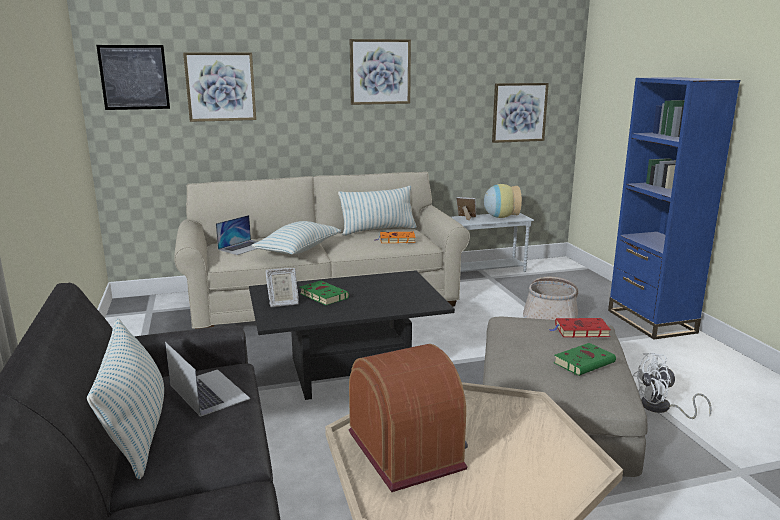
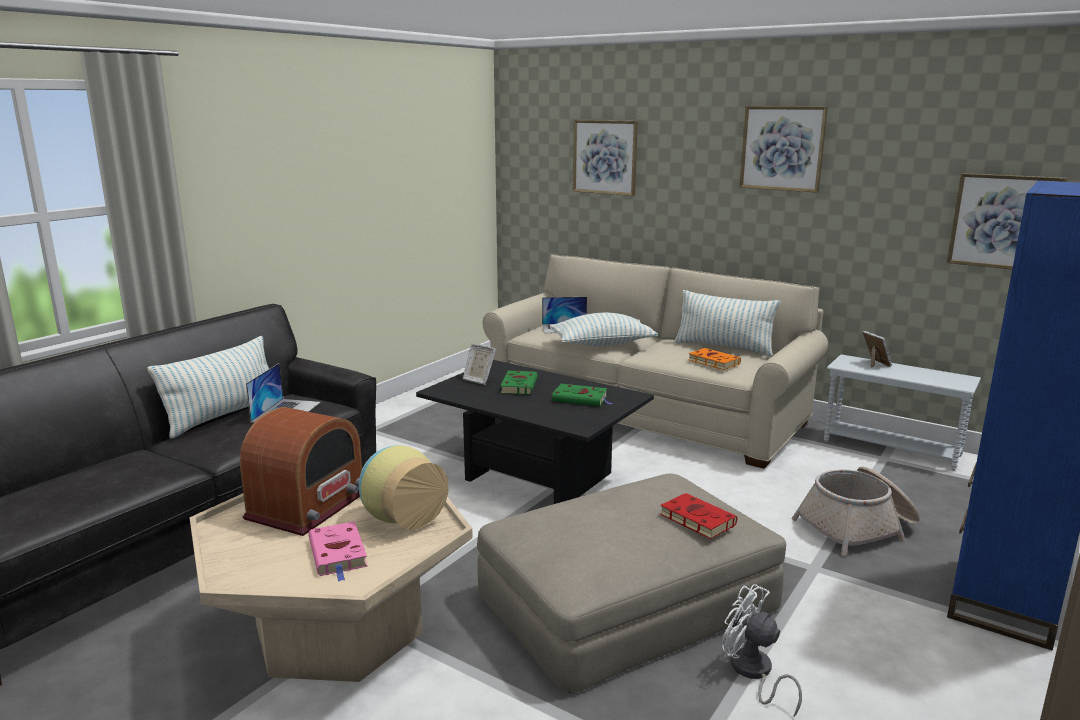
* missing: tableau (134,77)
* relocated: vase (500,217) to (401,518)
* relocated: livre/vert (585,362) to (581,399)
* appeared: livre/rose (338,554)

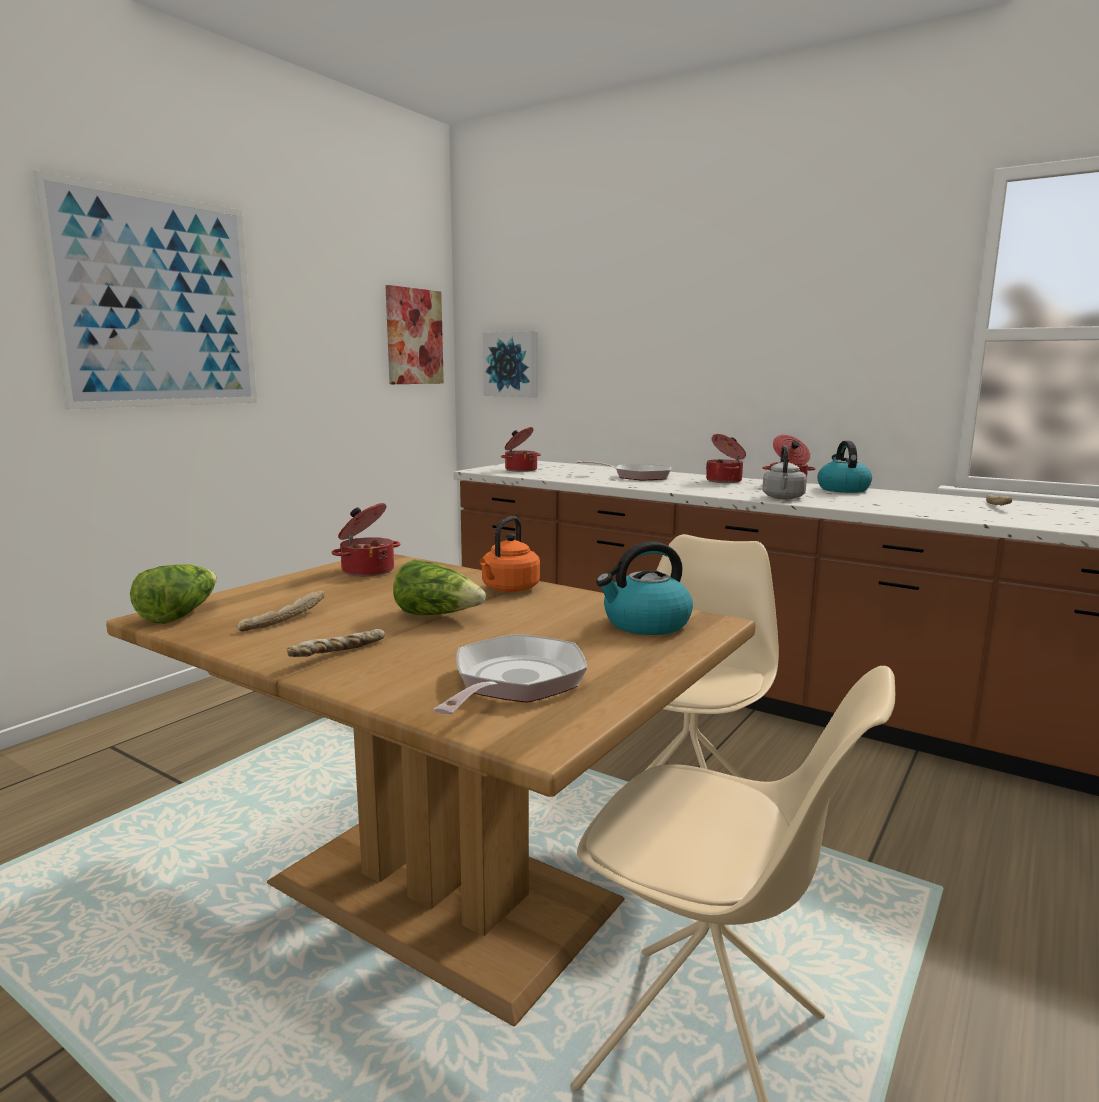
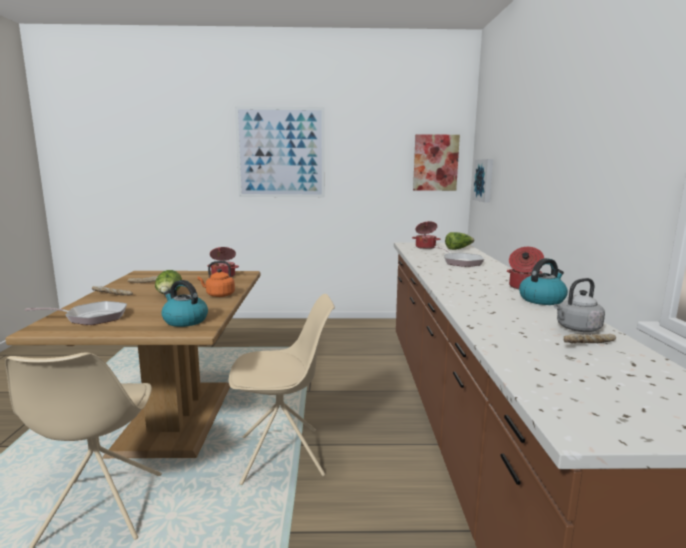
* relocated: laitue (179,614) to (458,249)
* missing: marmite (725,481)
* relocated: bouilloire/gris (783,498) to (576,329)

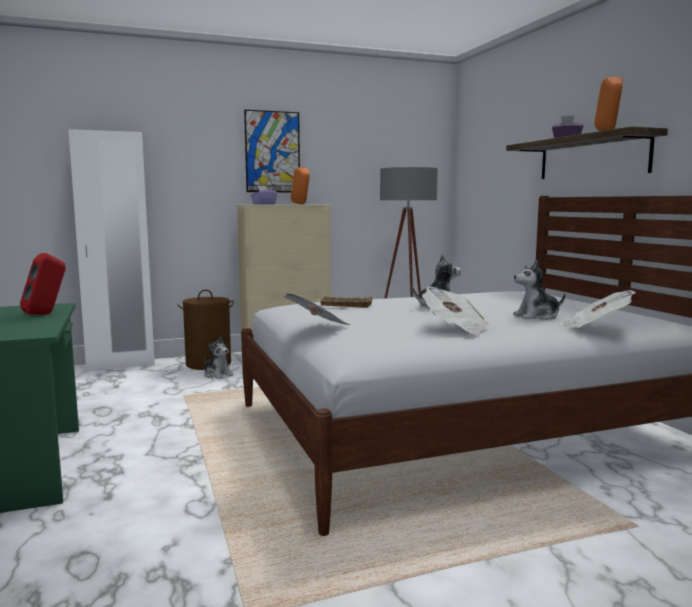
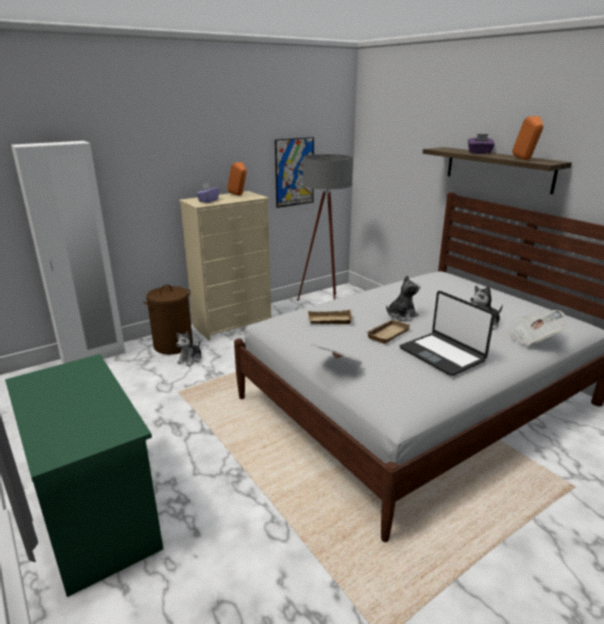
* missing: enceinte/rouge (46,314)
* spun: peluche (217,375) = (190,359) 90 degrees clockwise
* relocated: tableau (272,152) to (294,172)
* exchanged: journal (455,328) to ordinateur portable (442,354)
* appeared: plateau/beige (387,333)

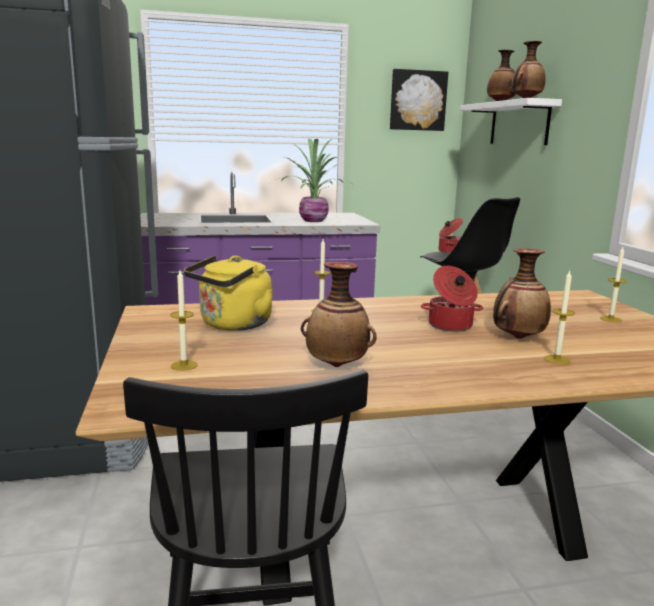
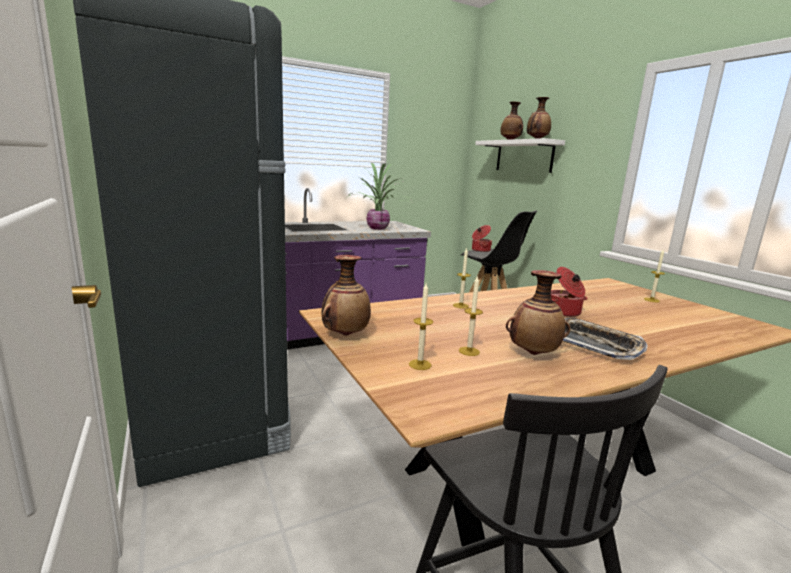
* missing: bouilloire/jaune (232,325)
* missing: tableau (417,100)
* relocated: vase (517,337) to (345,334)
* relocated: bougie (557,359) to (469,351)
* appeared: plateau (593,344)

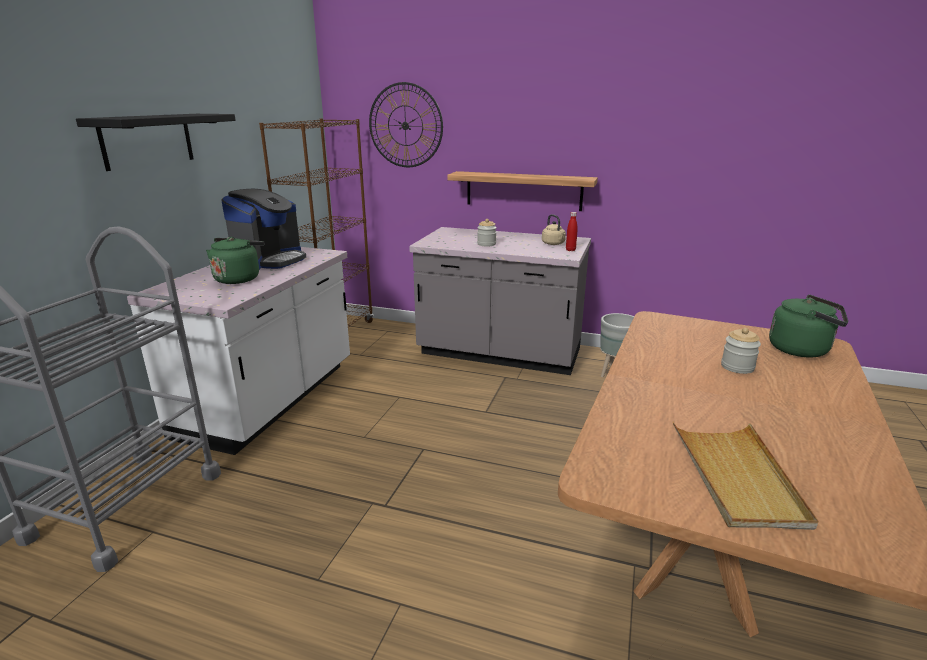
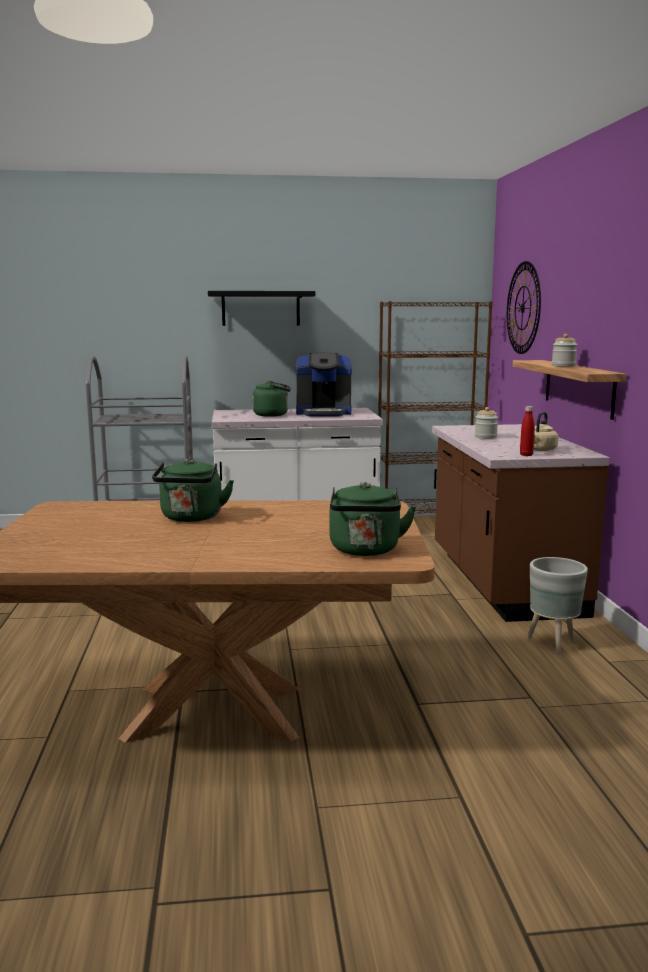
* colour: comptoir de cuisine/gris (499,353) to comptoir de cuisine/marron (502,583)
* missing: plateau/beige (736,477)
* relocated: bocal (737,367) to (563,366)
* appeared: bouilloire/vert (191,518)

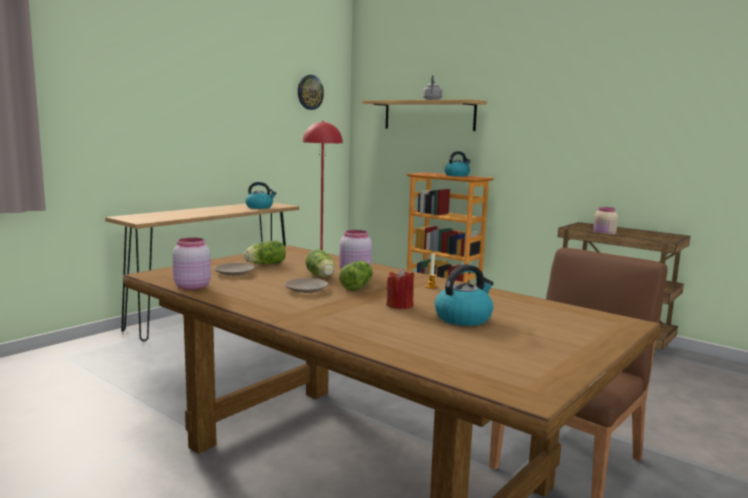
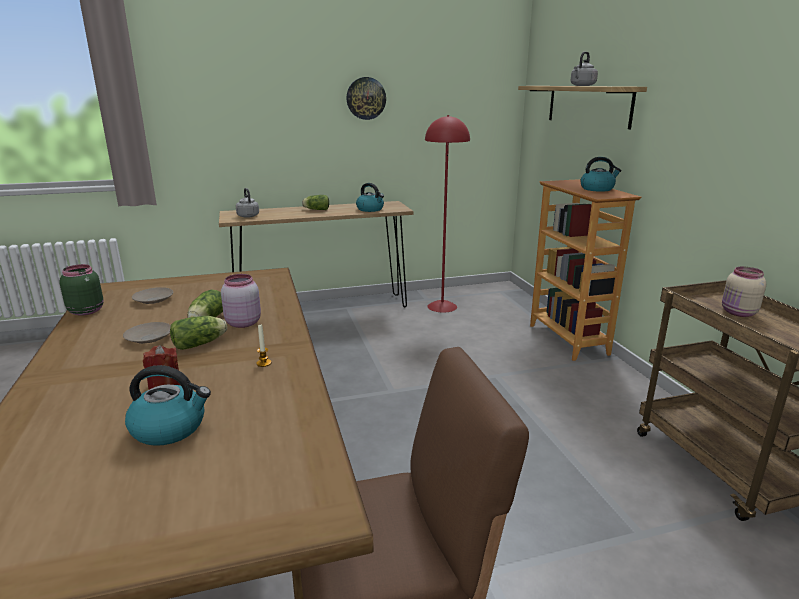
* colour: bocal/rose (191,287) to bocal/vert (86,311)
* relocated: laitue (264,264) to (315,209)
* relocated: horloge murale (310,92) to (366,98)
* appeared: bouilloire/gris (247,216)

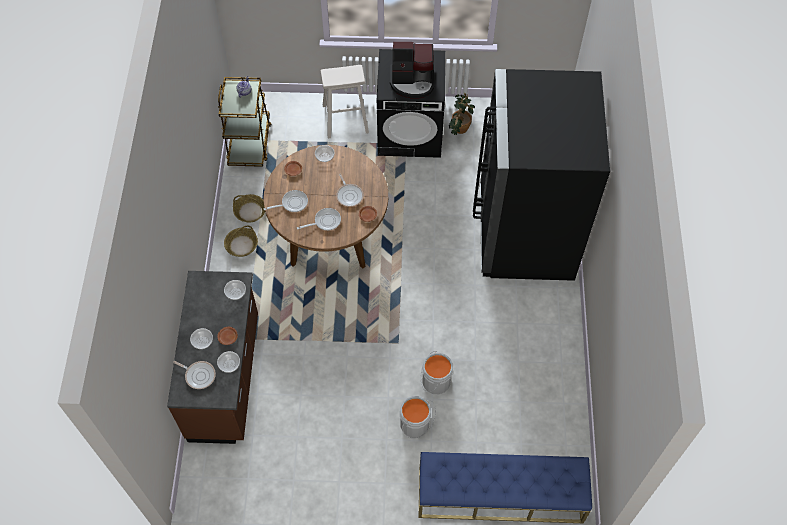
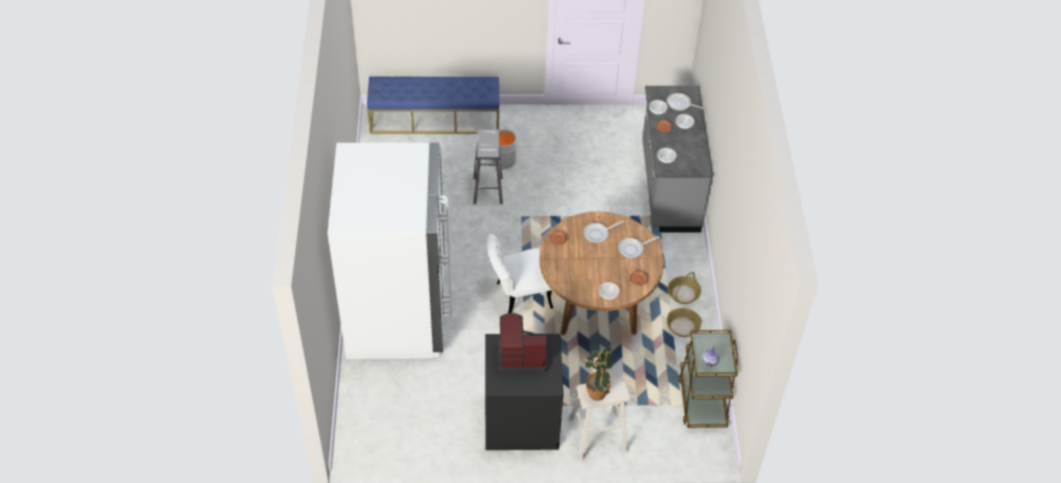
* colour: comptoir de cuisine/marron (226,378) to comptoir de cuisine/gris (669,187)
* missing: poêle (349,195)
* exchanged: seau/gris (434,381) to tabouret/blanc (487,189)
* relocated: plante en pot (458,131) to (599,390)
* colour: réfrigérateur/noir (525,233) to réfrigérateur/blanc (396,314)
* appeared: chaise/blanc (517,296)

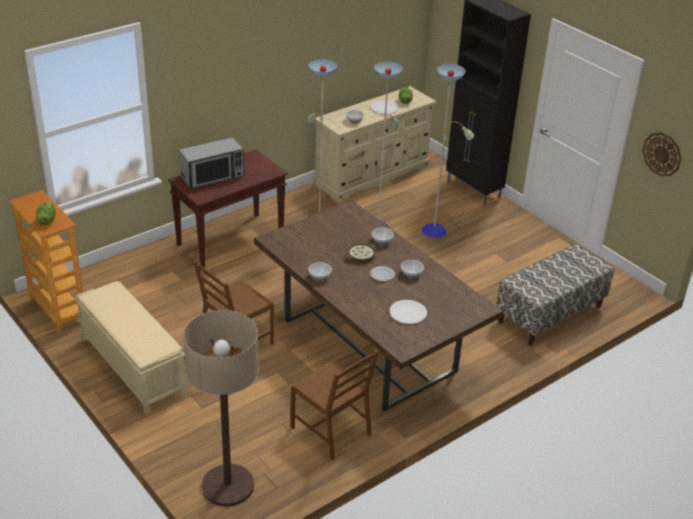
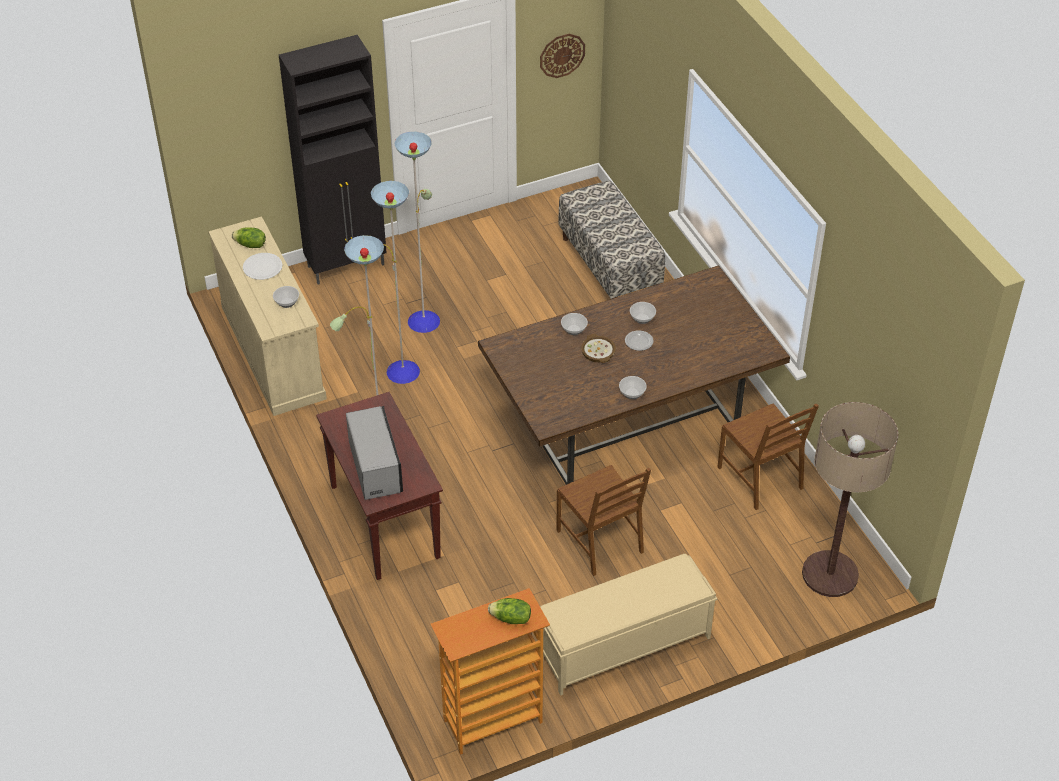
* spun: chaise/marron (332,431) = (761,477) 90 degrees clockwise
* missing: assiette/blanc (408,313)

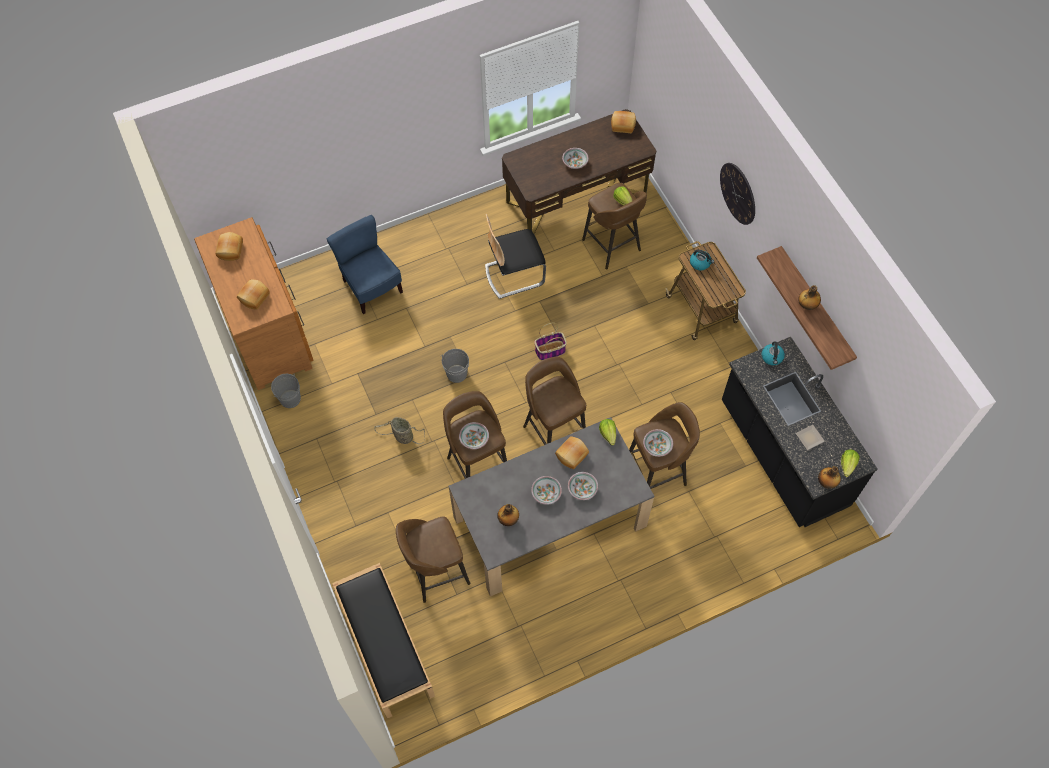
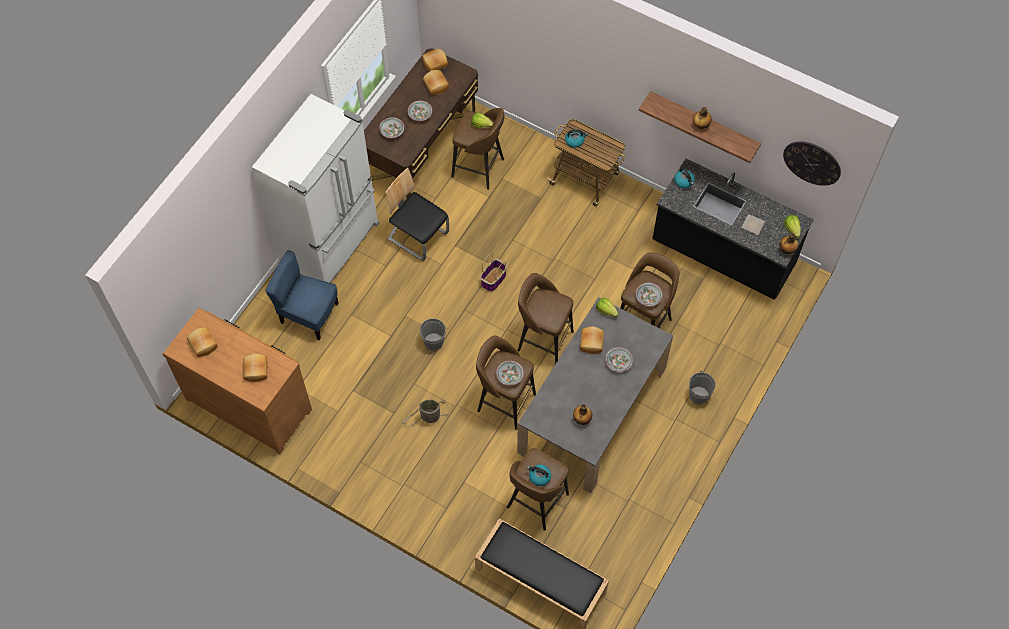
* relocated: seau/gris (290,399) to (698,395)
* spun: chaise (514,274) = (418,236) 90 degrees clockwise
* relocated: bol (546,493) to (392,131)
* relocated: horloge murale (738,193) to (812,163)
* appeared: réfrigérateur/blanc (332,244)
* appeared: pain (435,86)
* appeared: bouilloire (539,477)

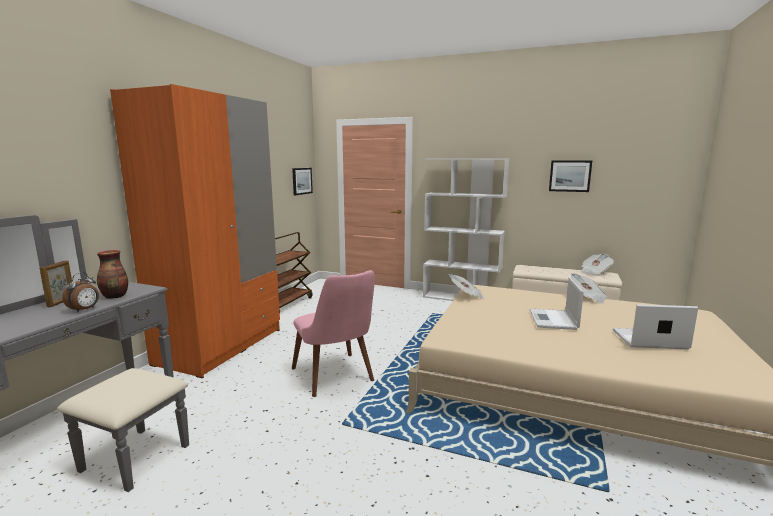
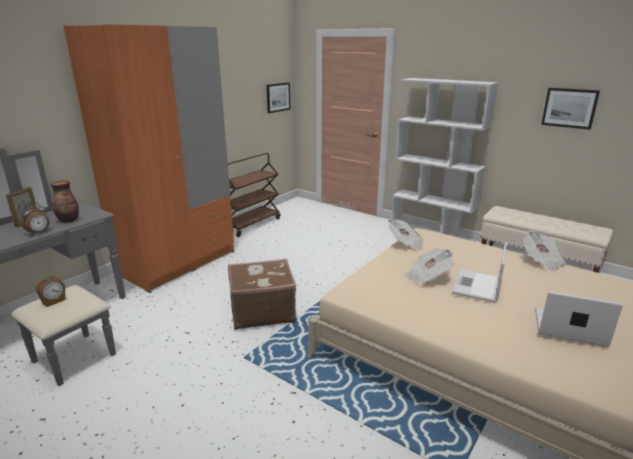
* exchanged: chaise/rose (337,379) to valise/marron (261,311)
* relocated: journal (594,272) to (427,277)
* appeared: réveil (54,301)

